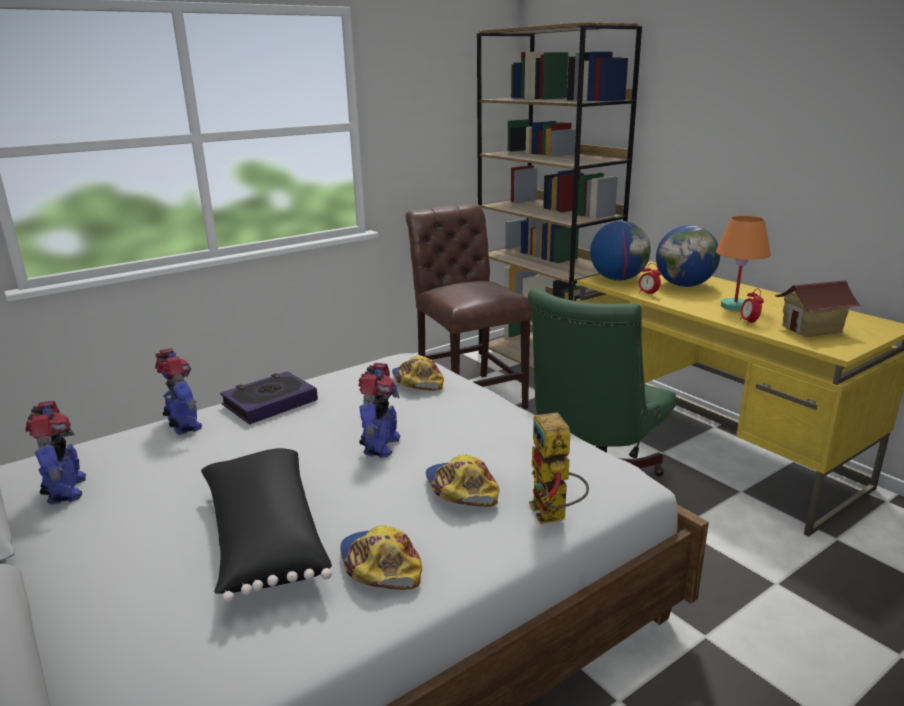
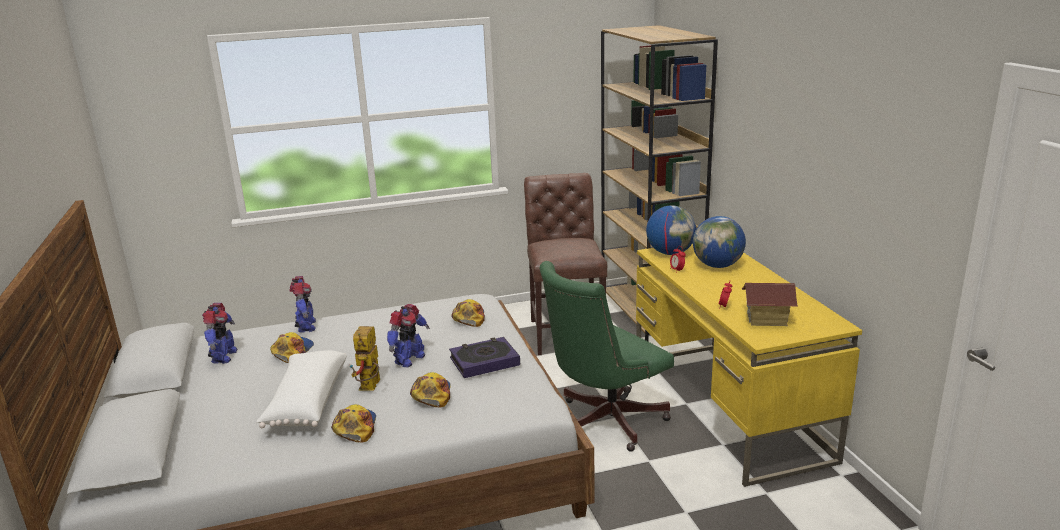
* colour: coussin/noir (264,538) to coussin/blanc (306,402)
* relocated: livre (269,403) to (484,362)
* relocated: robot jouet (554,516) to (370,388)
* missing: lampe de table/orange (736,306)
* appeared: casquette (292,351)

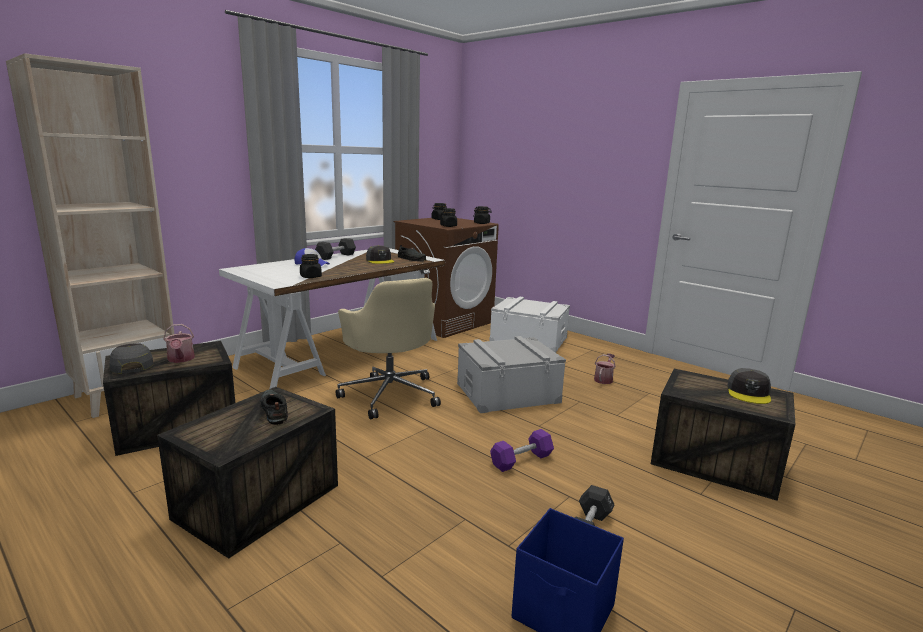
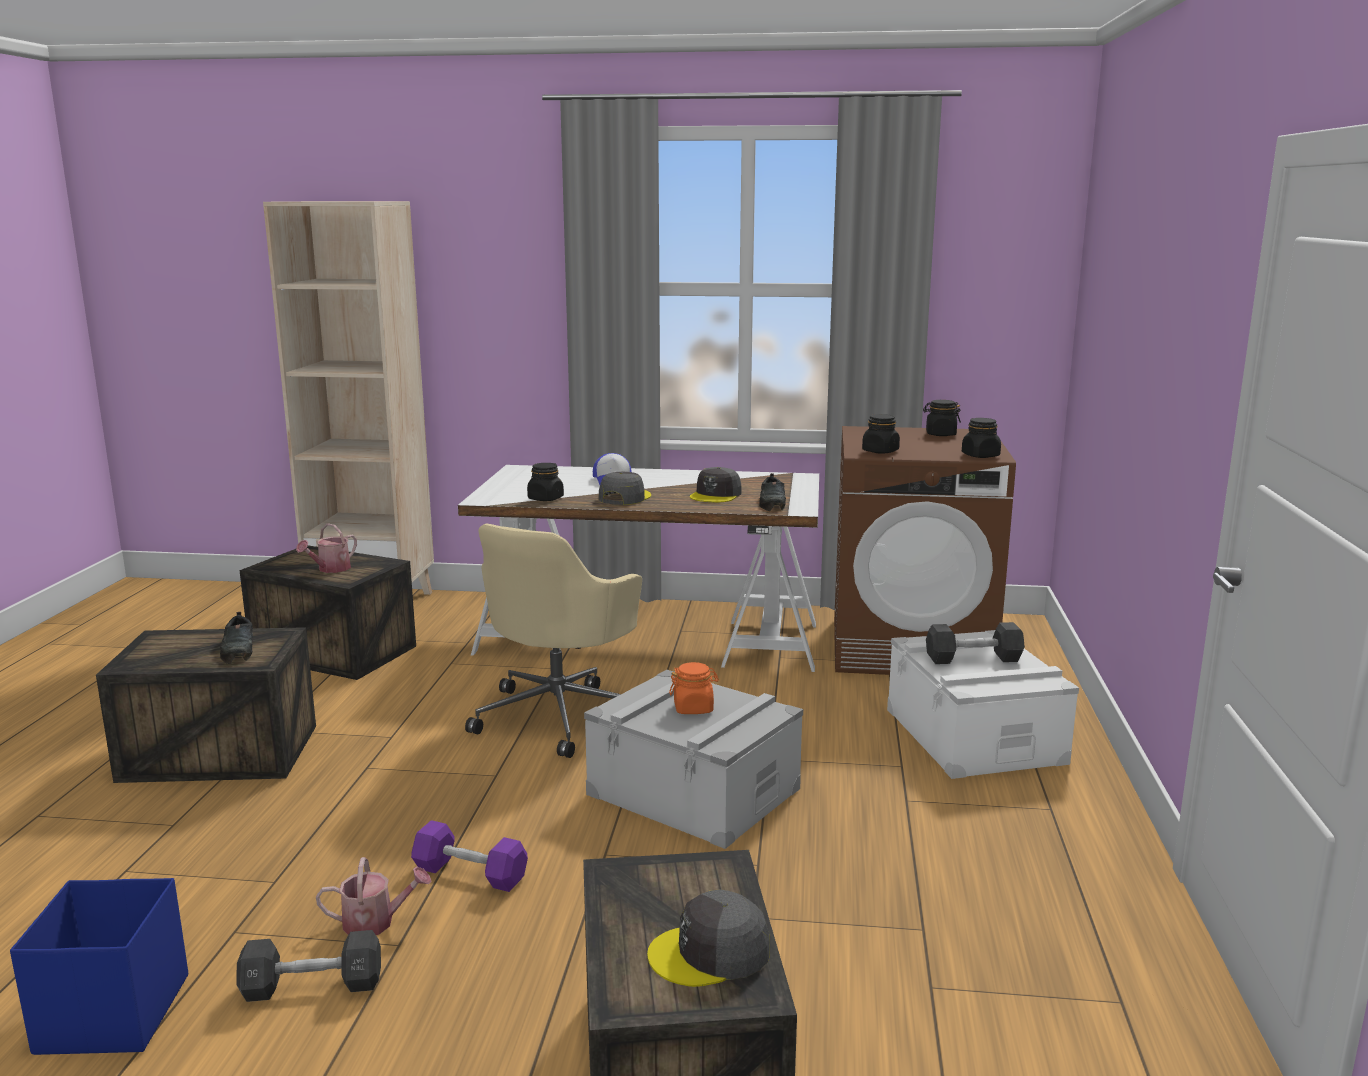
* relocated: casquette/gris (131,365) to (624,497)
* spun: chaussure/noir (274,411) = (239,649) 135 degrees clockwise
* relocated: haltère/noir (336,256) to (973,659)
* relocated: arrosoir (604,379) to (376,922)
* appeared: bocal/orange (693,708)

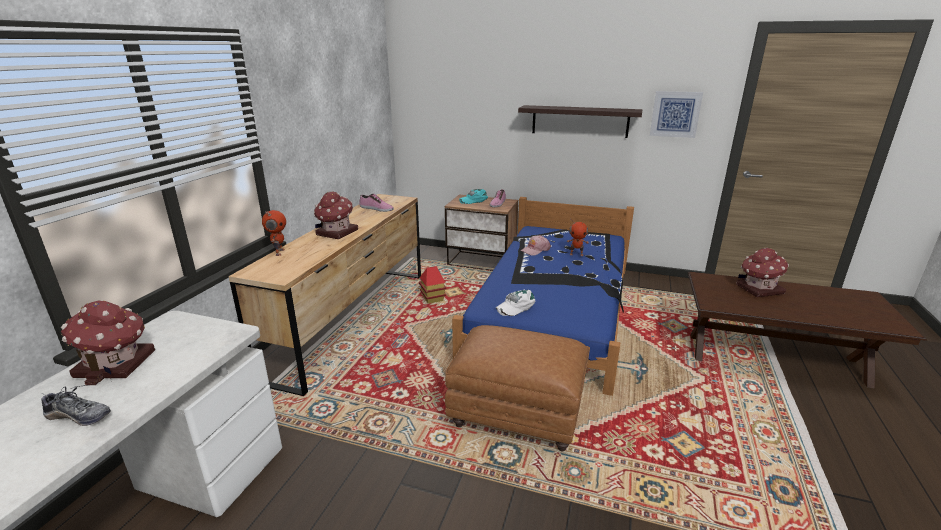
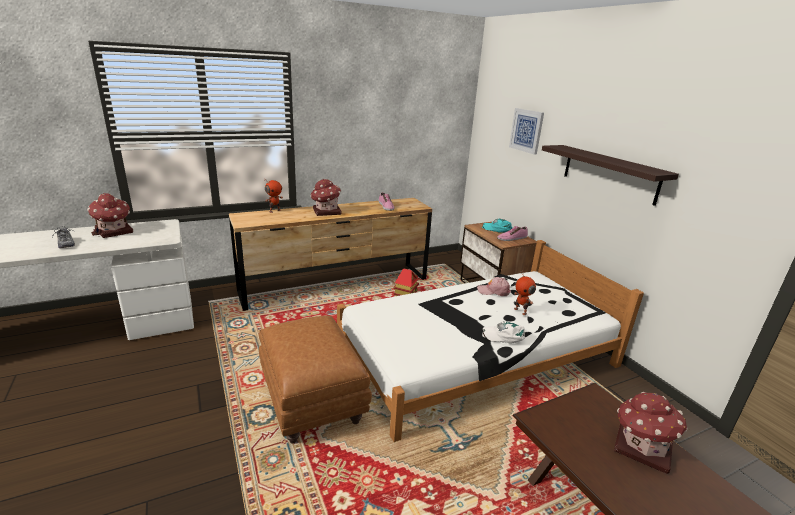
* colour: lit/bleu (553,310) to lit/blanc (477,355)
* relocated: casquette/blanc (515,306) to (504,335)
* relocated: tableau (675,114) to (526,130)

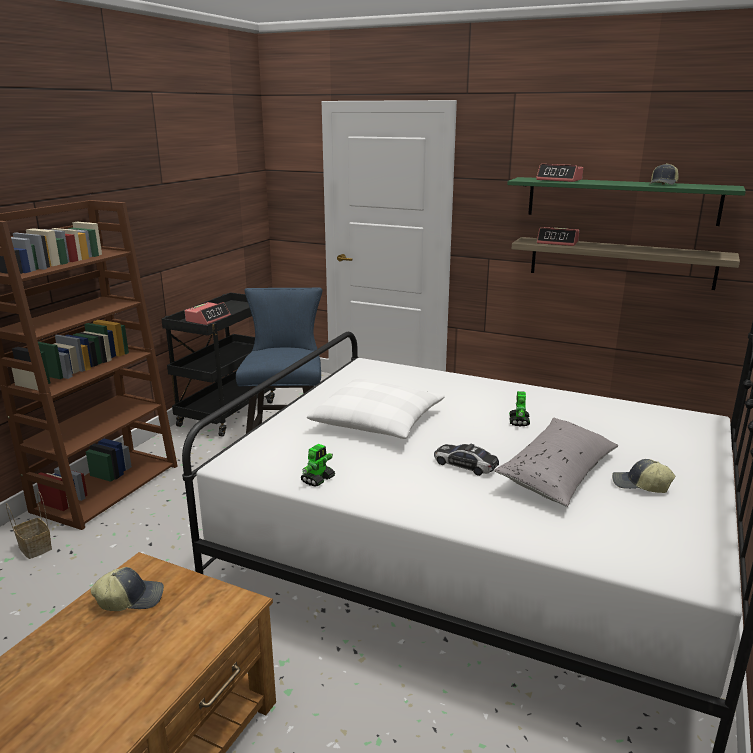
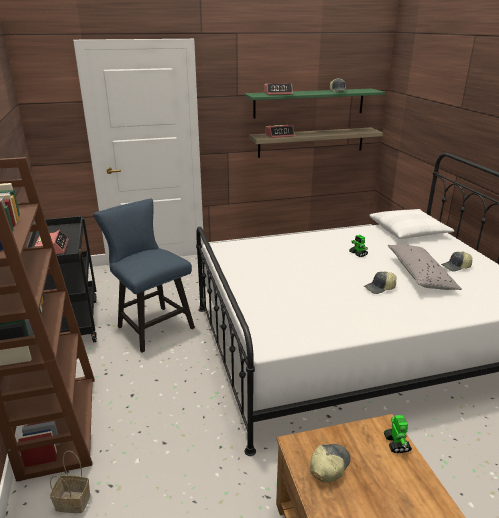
* relocated: robot jouet (318,479) to (396,443)
* relocated: coussin/blanc (377,421) to (408,231)
* exchanged: petite voiture (465,465) to casquette (380,288)

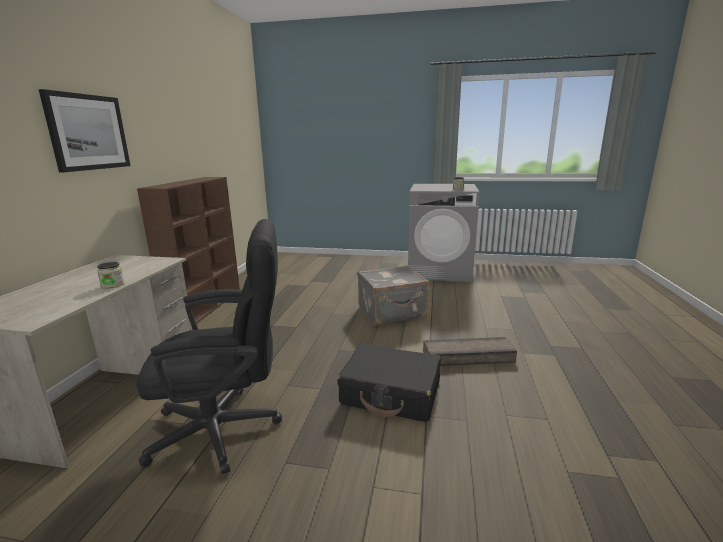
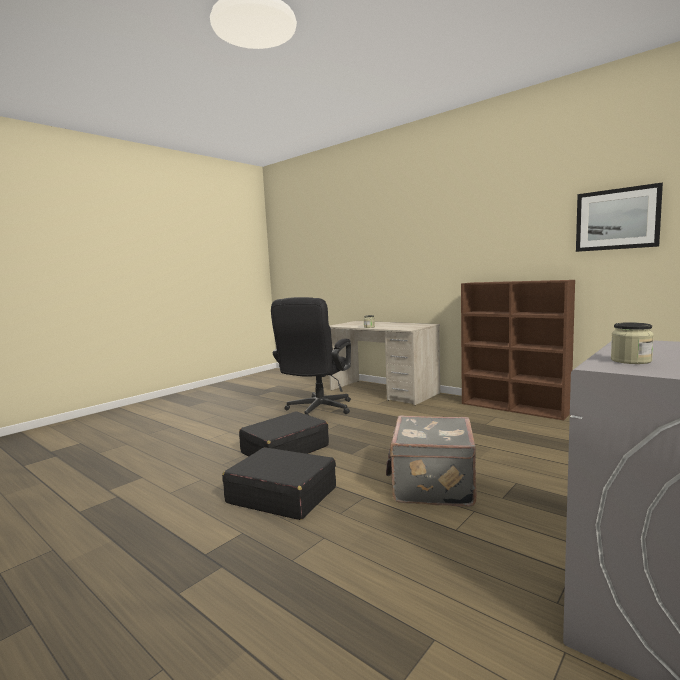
* relocated: tableau (88,132) to (617,219)
* exchanged: caisse (468,357) to valise/noir (281,495)

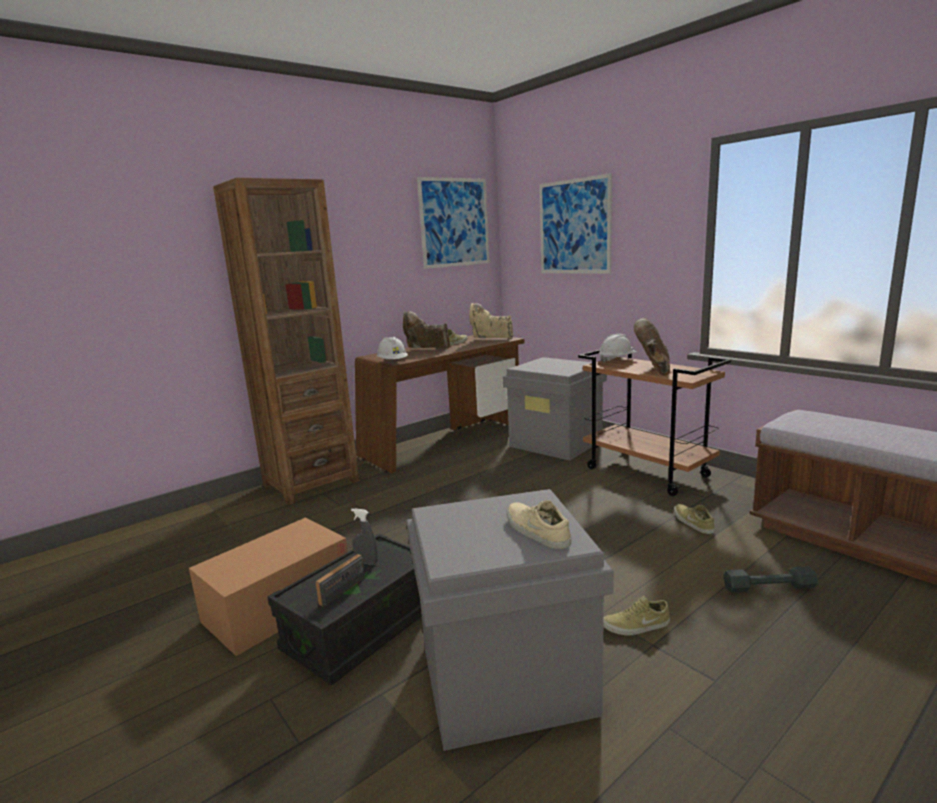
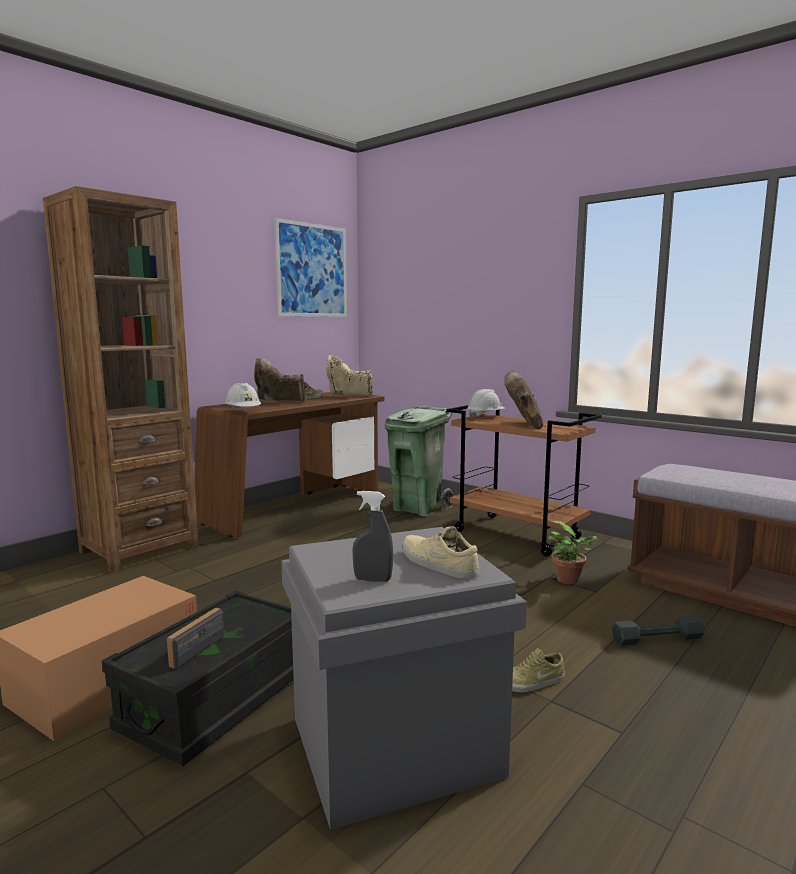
* relocated: vaporisateur/gris (366,562) to (372,580)
* exchanged: boîte de rangement/gris (556,443) to poubelle/vert (418,508)
* missing: tableau (574,227)
* exchanged: chaussure/beige (692,522) to plante en pot (570,580)

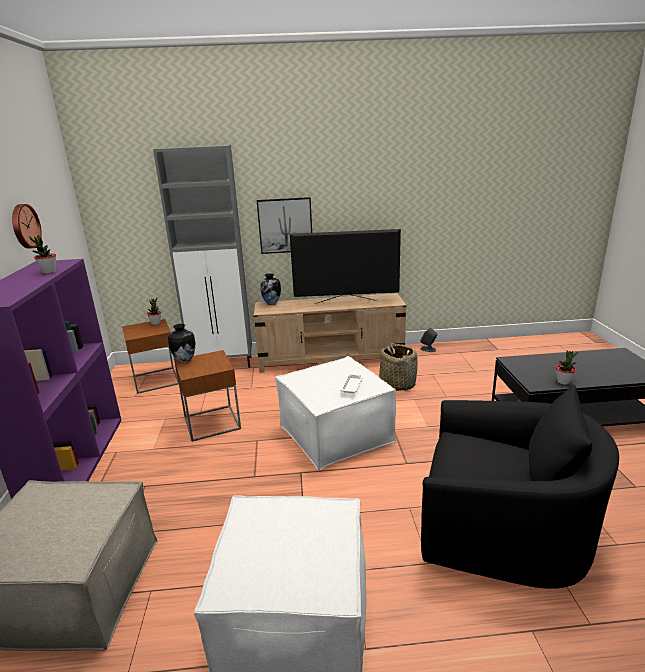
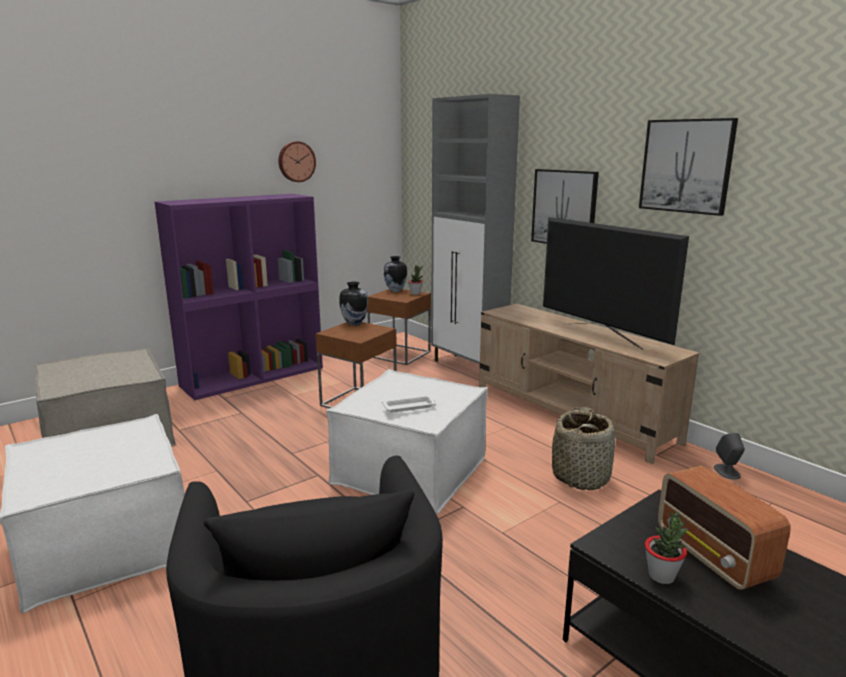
* missing: plante en pot (49,272)
* relocated: vase (271,303) to (395,291)
* appeared: tableau (686,166)
* appeared: radio (714,556)

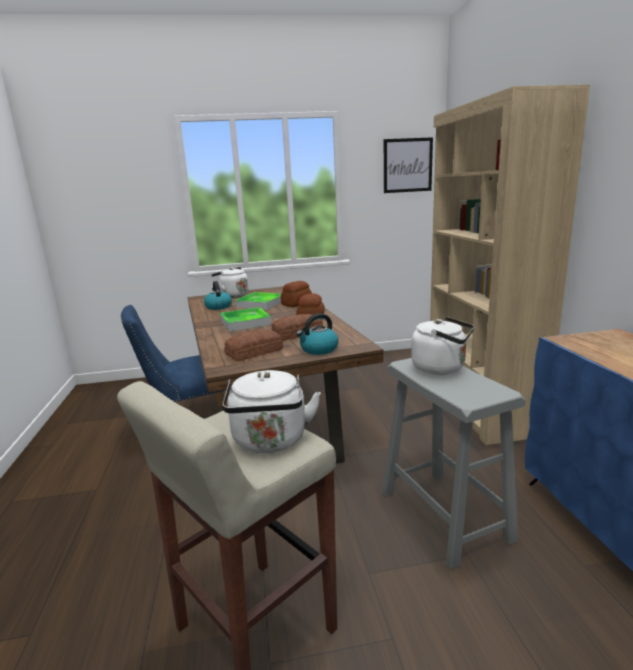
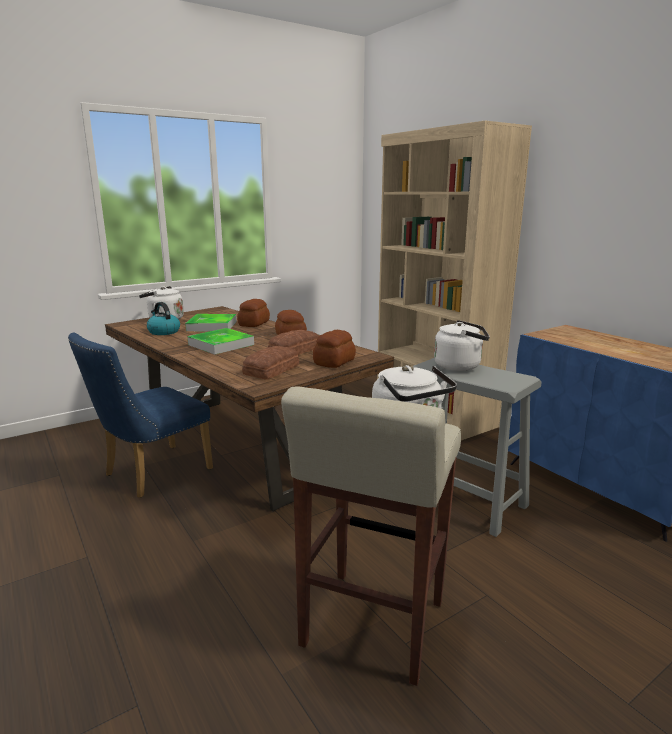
* exchanged: bouilloire (318,349) to pain (335,362)
* missing: tableau (407,165)

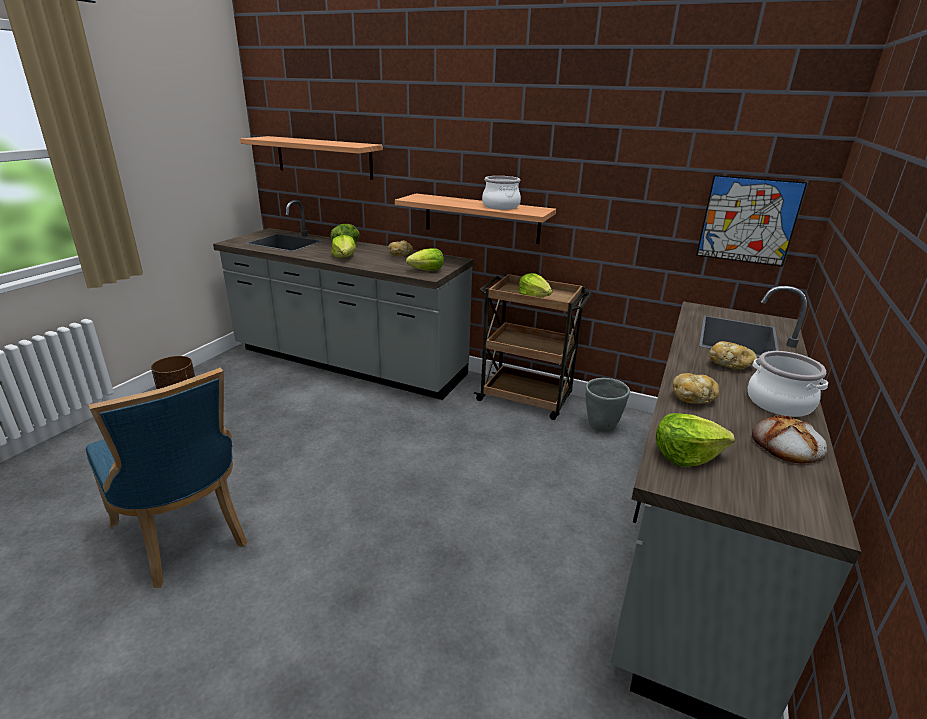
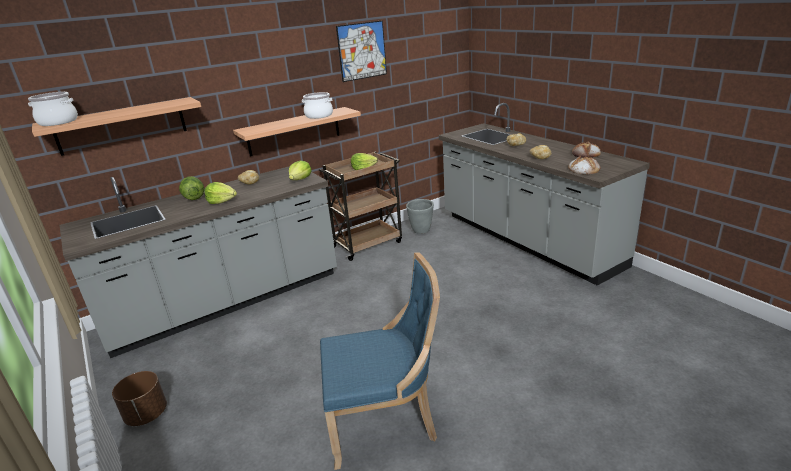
* exchanged: laitue (686,455) to pain (583,169)
* relocated: tableau (748,220) to (362,51)
* relocated: marmite (778,403) to (58,122)

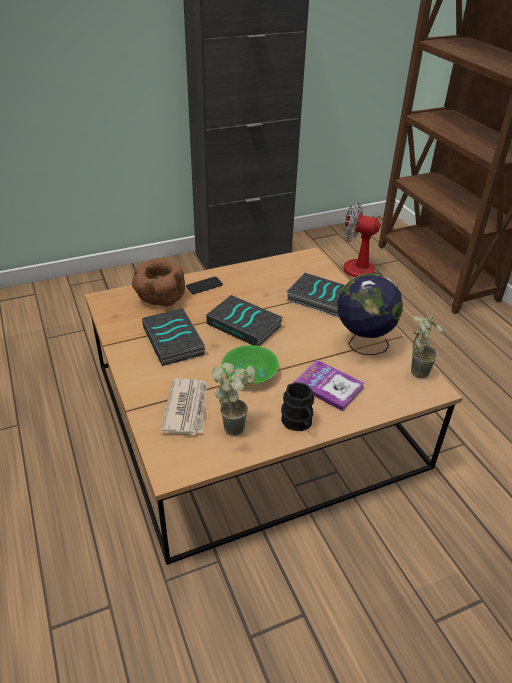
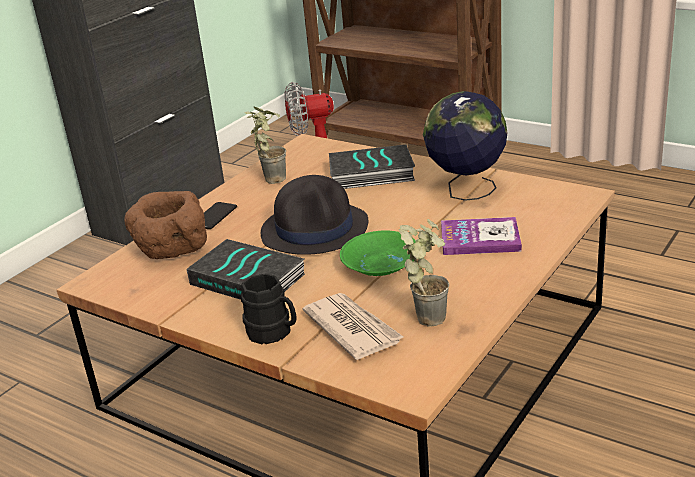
* exchanged: livre (245,325) to chapeau/noir (315,229)
* relocated: mug/noir (298,423) to (273,333)
* relocated: plante en pot (416,369) to (270,178)

